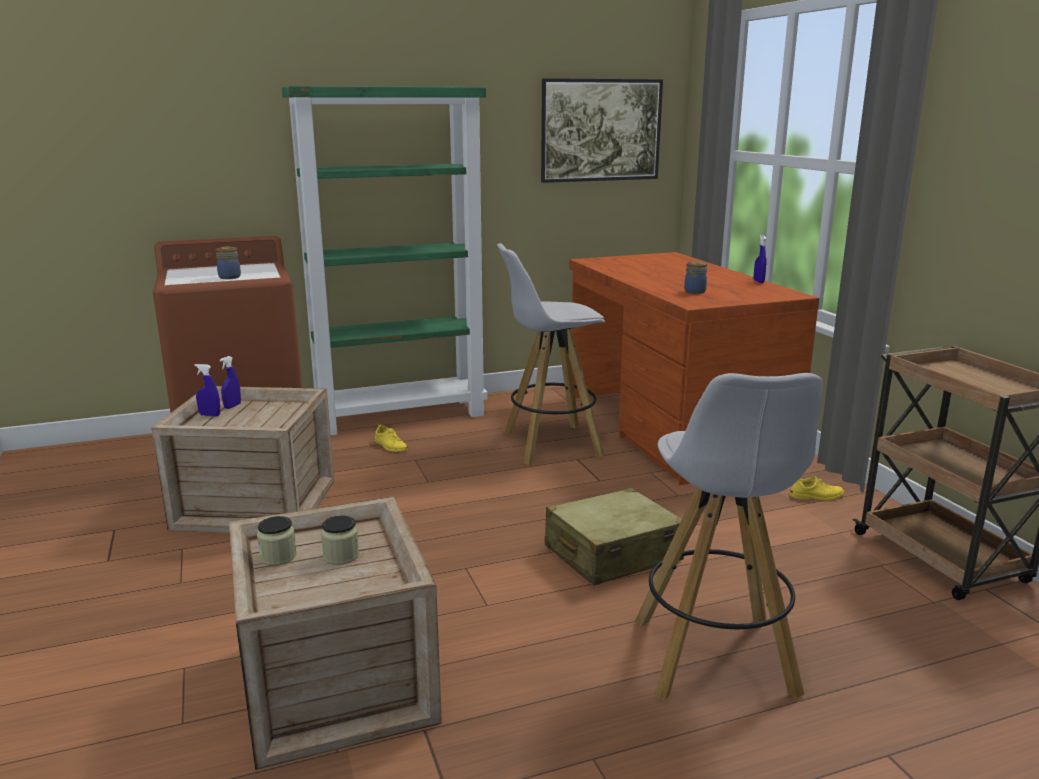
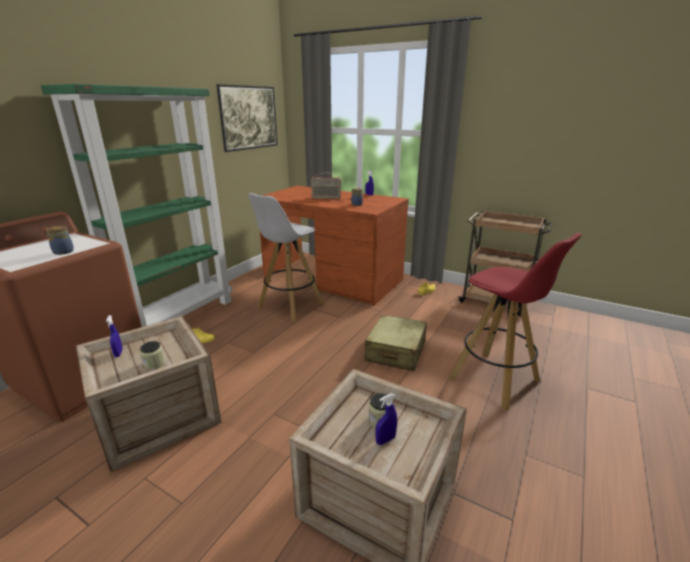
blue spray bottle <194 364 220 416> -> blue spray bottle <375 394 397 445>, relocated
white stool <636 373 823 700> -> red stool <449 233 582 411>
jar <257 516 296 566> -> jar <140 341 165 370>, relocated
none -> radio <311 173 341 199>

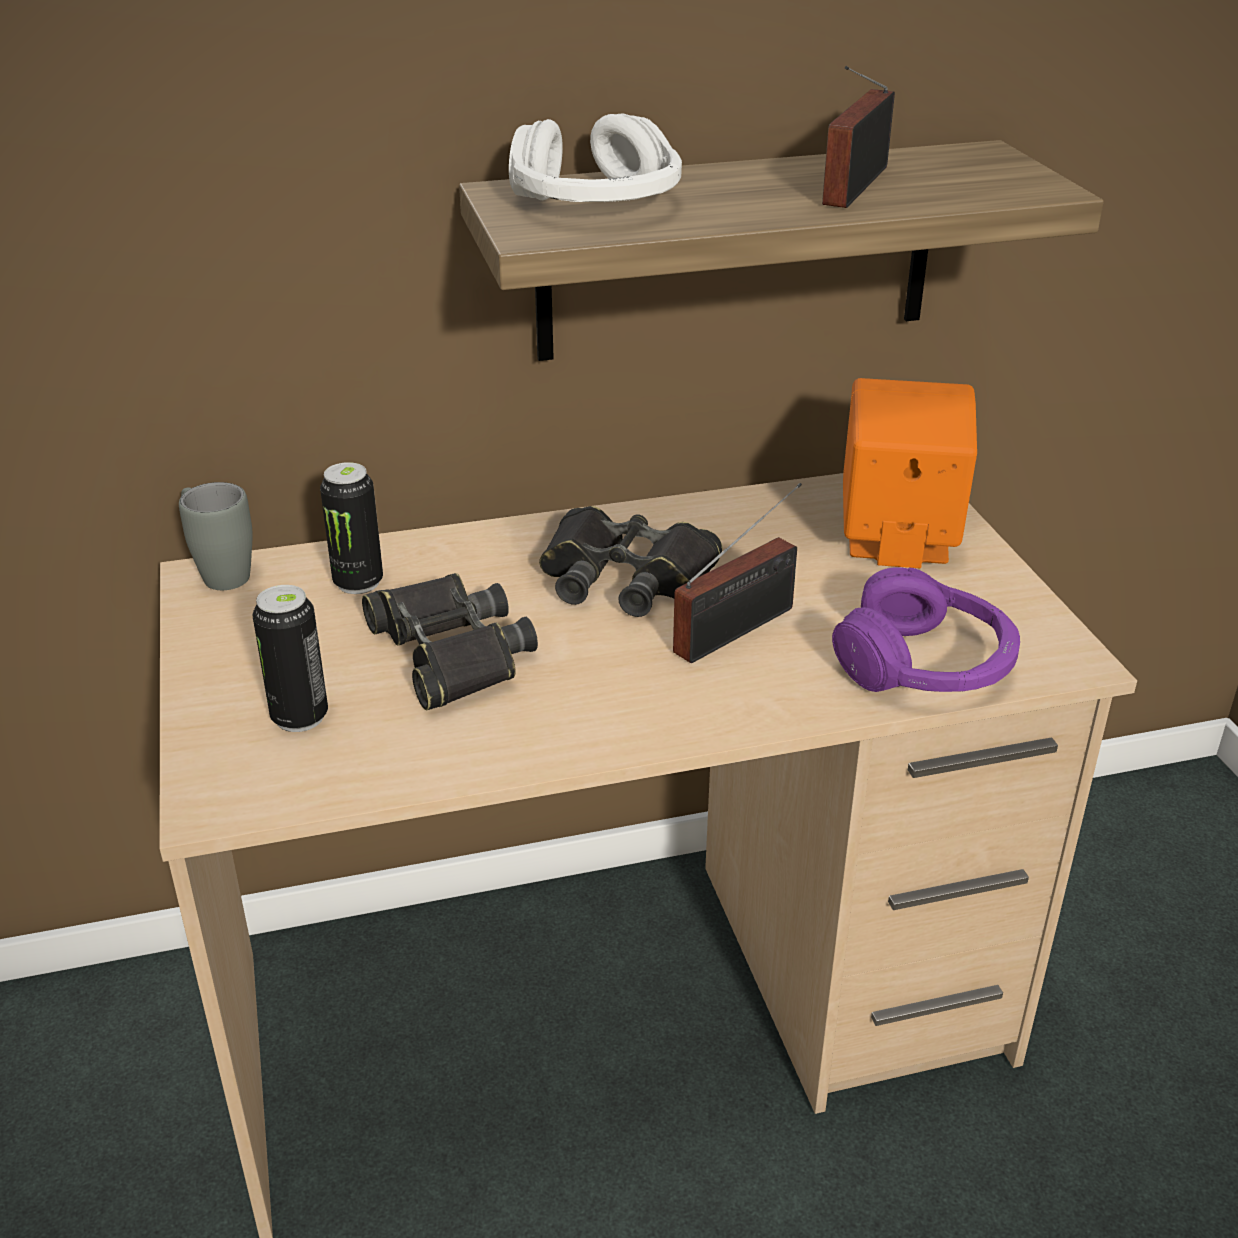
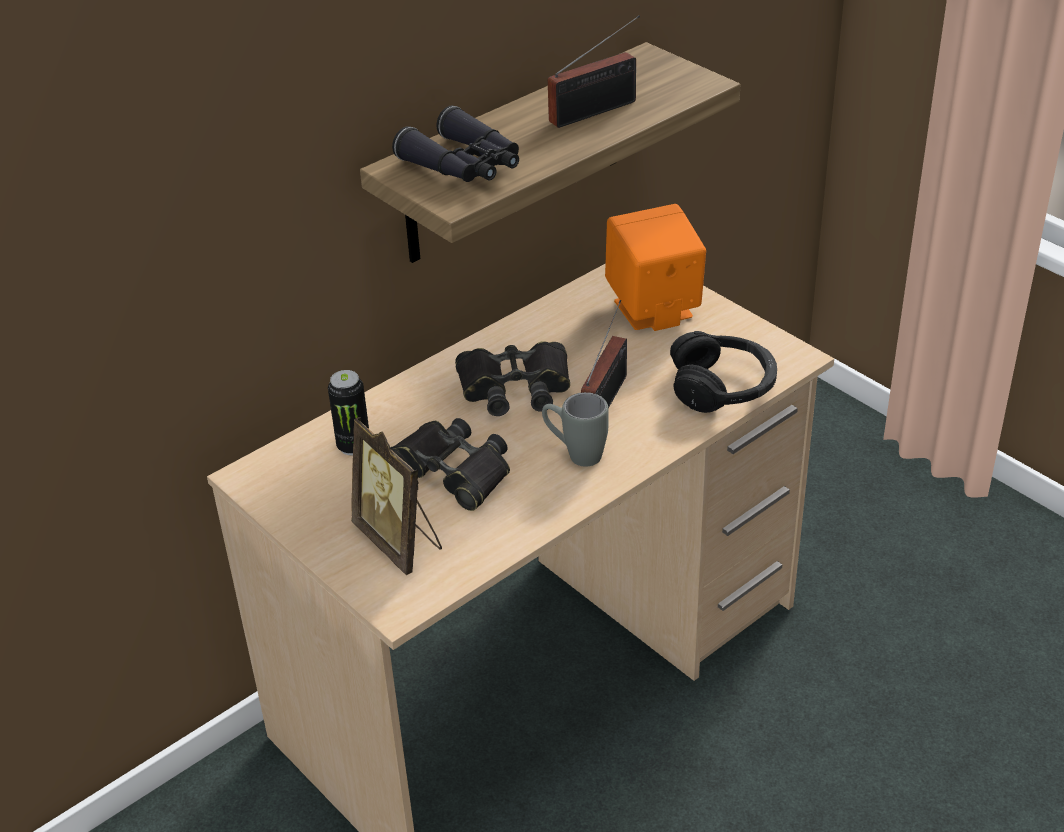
radio <822 66 895 208> -> radio <548 15 640 128>, 120 degrees counterclockwise
white headphones <509 113 682 202> -> black binoculars <392 106 519 182>
grey mug <179 482 253 590> -> grey mug <542 392 609 467>, relocated
purple headphones <832 567 1020 692> -> black headphones <670 331 777 413>
can <252 585 328 732> -> picture frame <351 417 442 575>

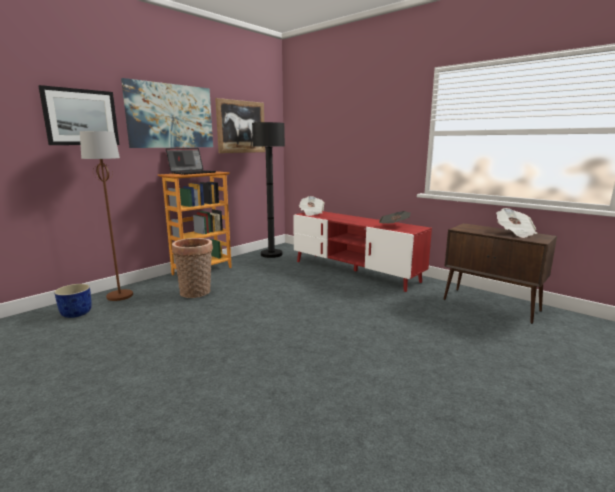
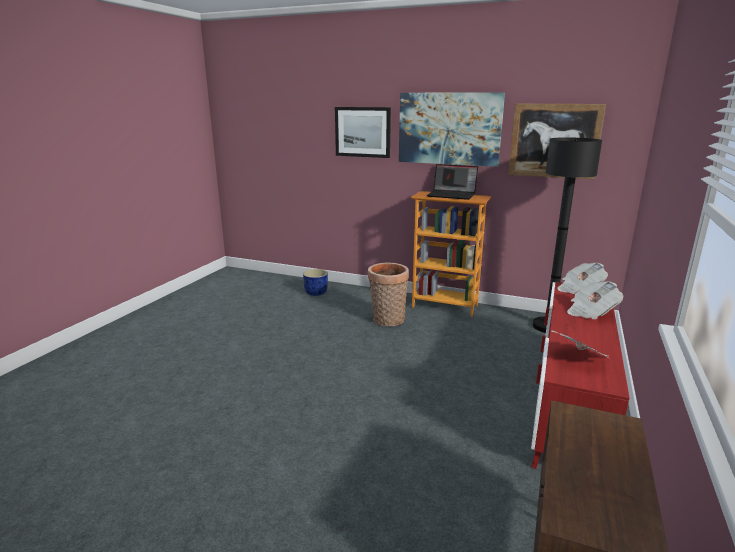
brown floor lamp <80 131 133 301> -> none
newspaper <496 208 537 238> -> newspaper <567 281 623 319>, relocated

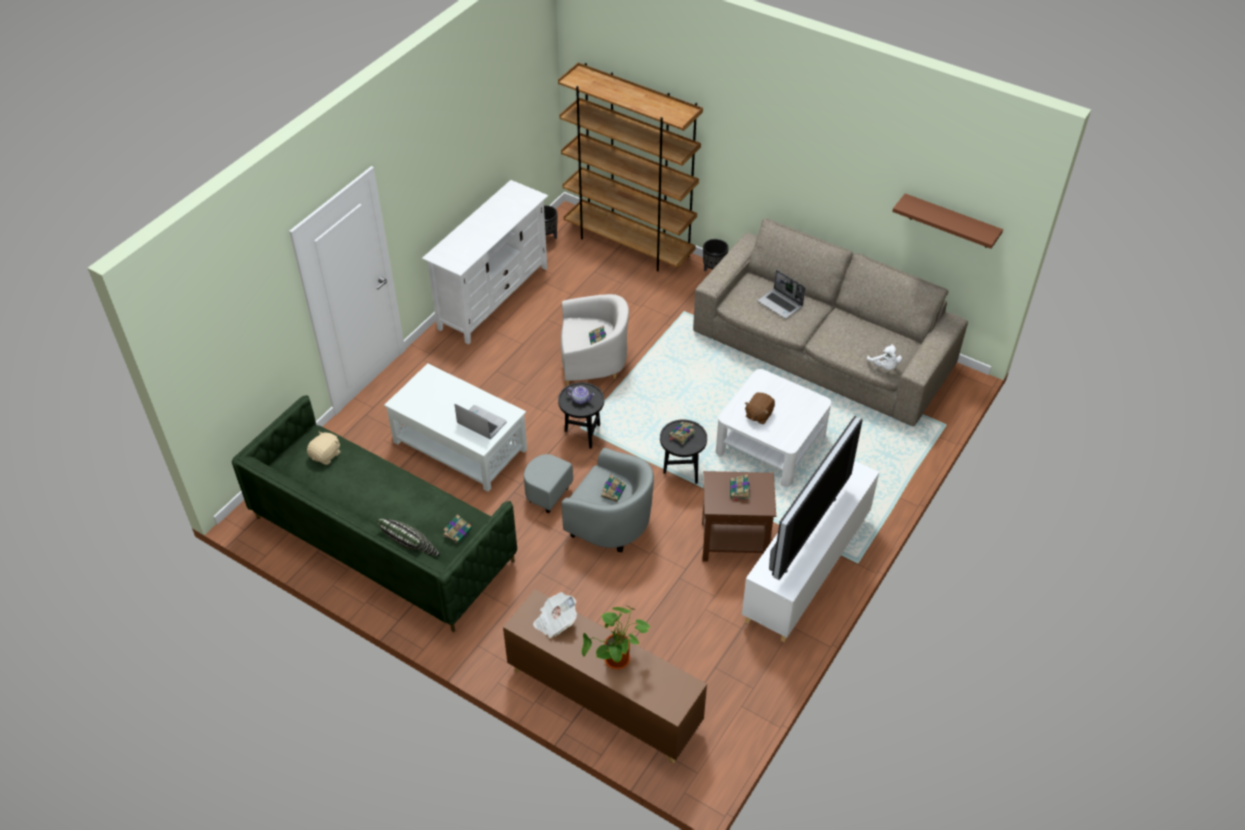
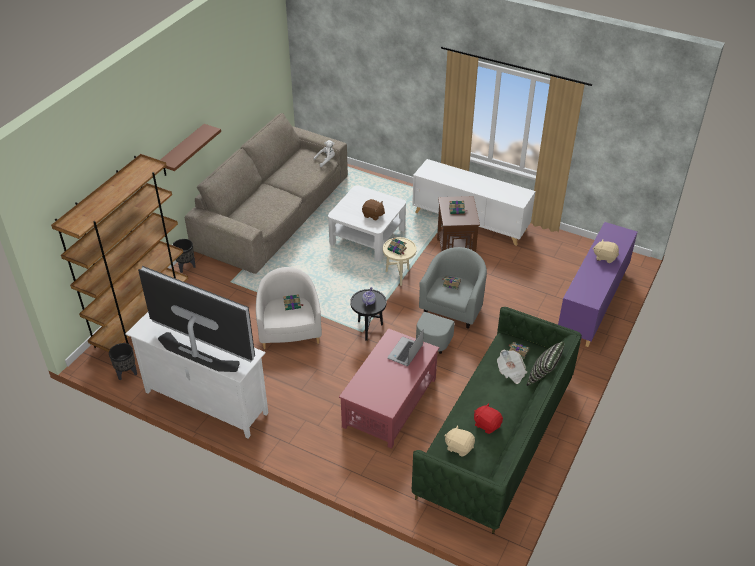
brown shelf <892 193 1003 249> -> brown shelf <160 124 221 176>, relocated
laptop <758 270 805 319> -> none
white coffee table <384 363 527 492> -> red coffee table <339 328 439 449>
television <769 416 863 580> -> television <138 266 255 372>, relocated
black side table <660 419 707 484> -> beige side table <383 237 417 286>
brown cabinet <503 589 707 764> -> purple cabinet <558 222 637 347>
newspaper <533 592 577 638> -> newspaper <497 350 527 384>, relocated
potted plant <582 606 652 670> -> beige plush toy <593 239 619 263>
none -> red plush toy <474 403 503 434>

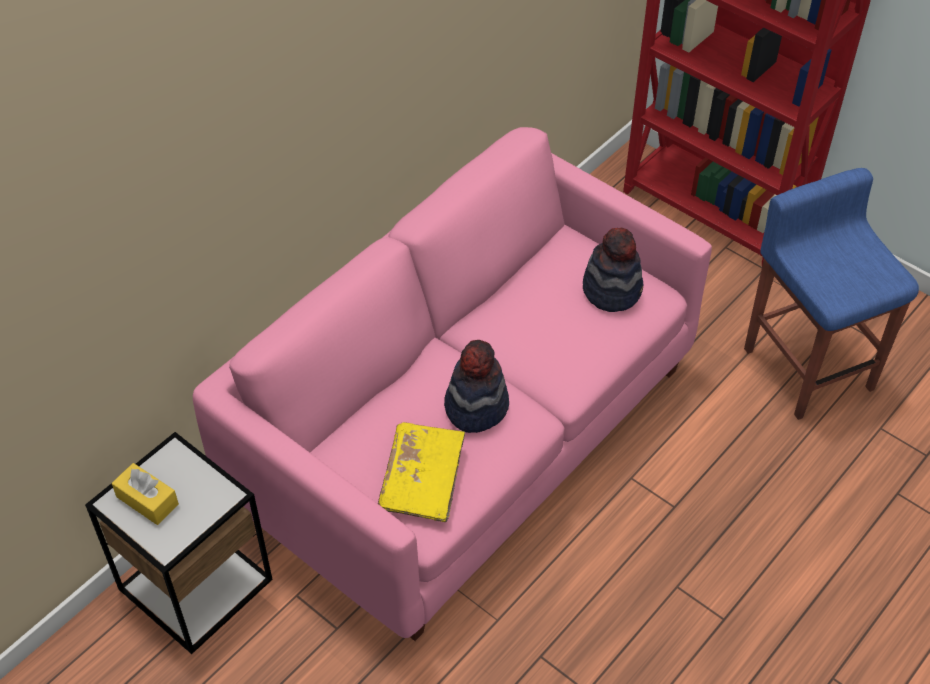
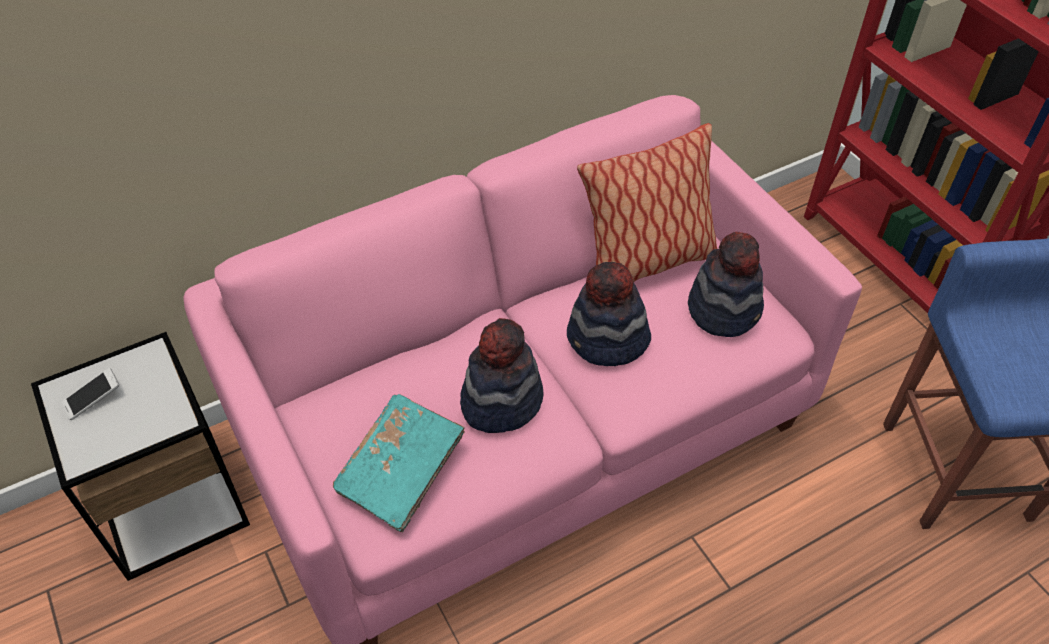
yellow book <378 422 465 522> -> turquoise book <333 394 465 532>
yellow tissue box <112 463 179 525> -> phone <61 368 120 420>
none -> pillow <577 123 717 282>
none -> hat <567 262 651 366>

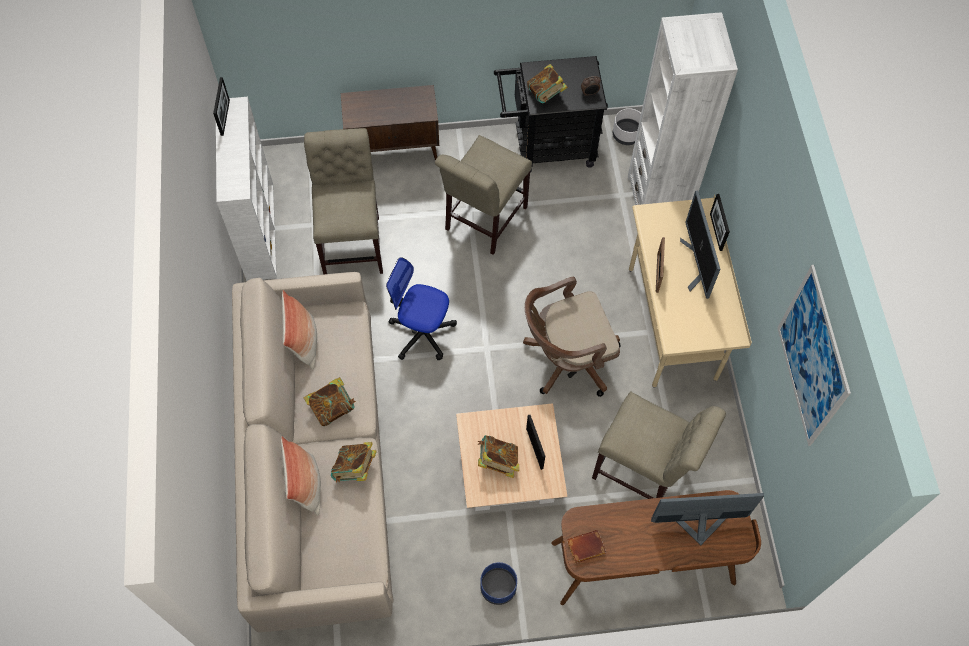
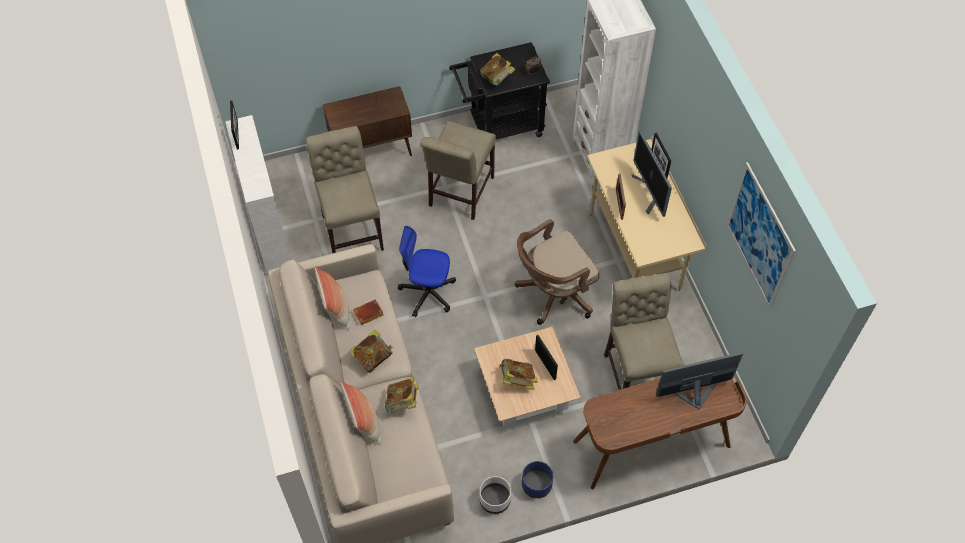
white planter <613 108 641 145> -> white planter <480 476 511 514>, relocated
beige chair <592 391 726 499> -> beige chair <604 273 684 390>, 120 degrees counterclockwise
brown book <567 530 606 563> -> brown book <353 299 384 325>, relocated

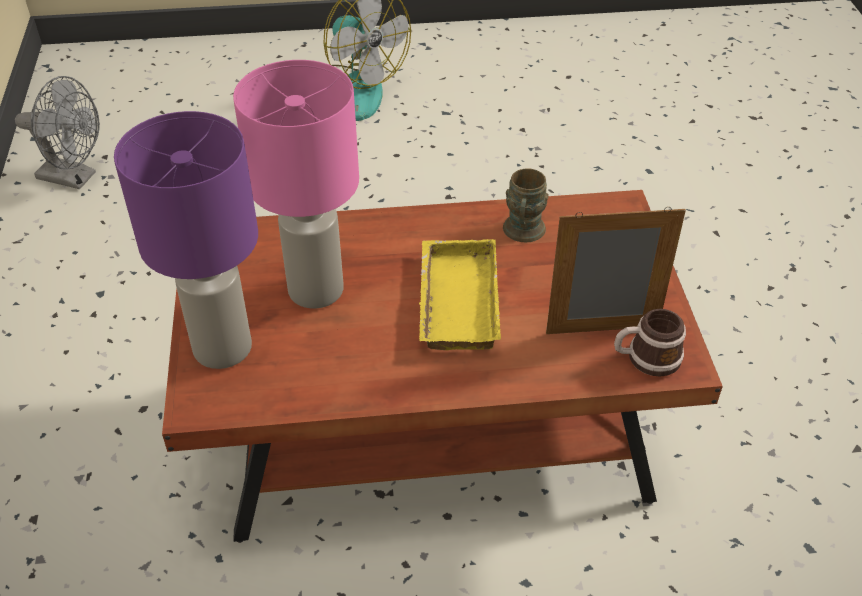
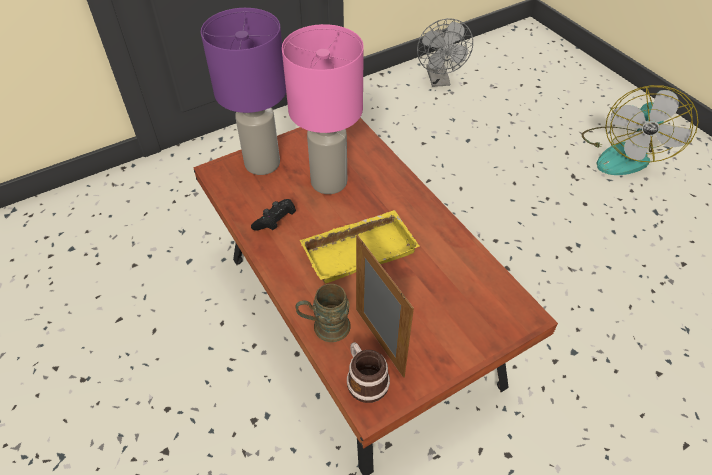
brown mug <503 169 549 242> -> brown mug <295 284 351 342>, relocated
none -> black game controller <251 199 296 231>

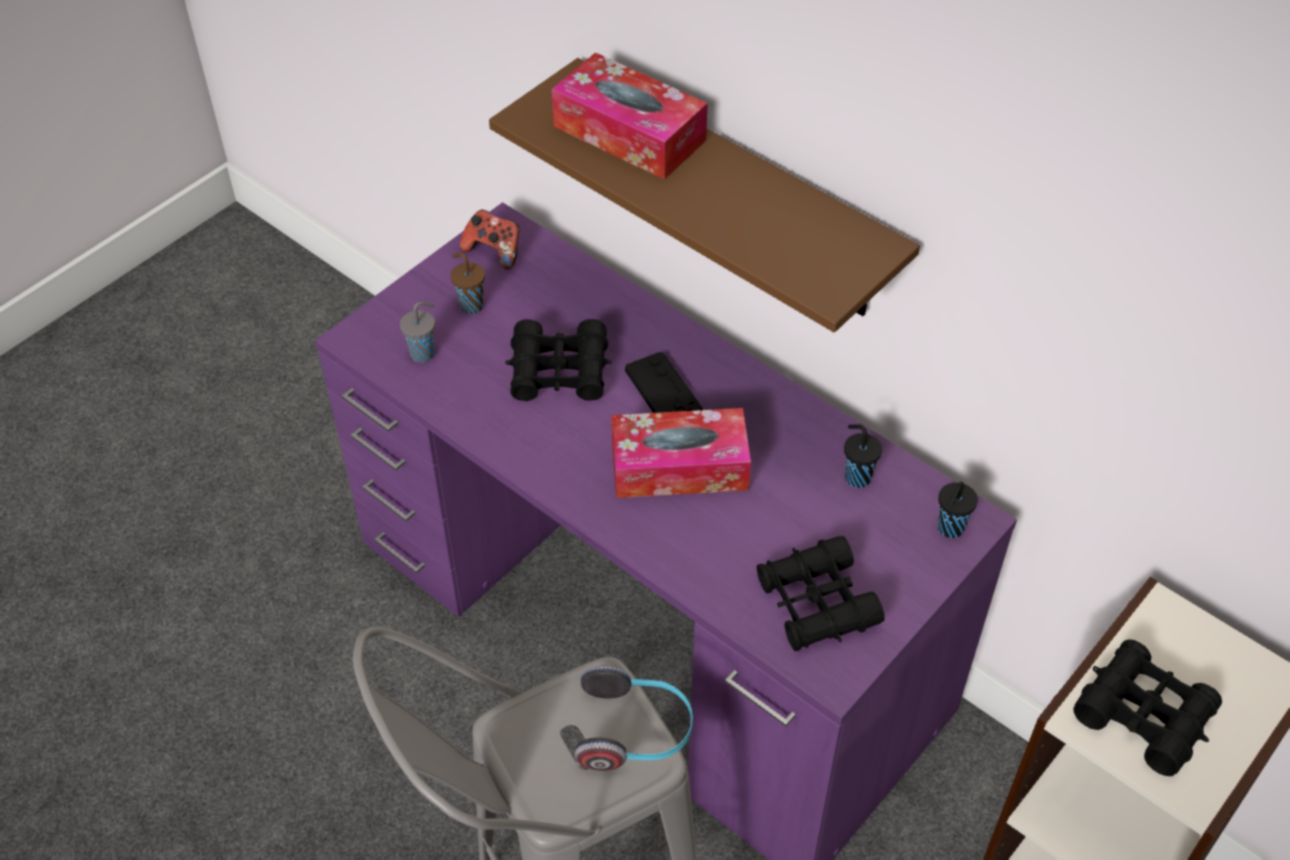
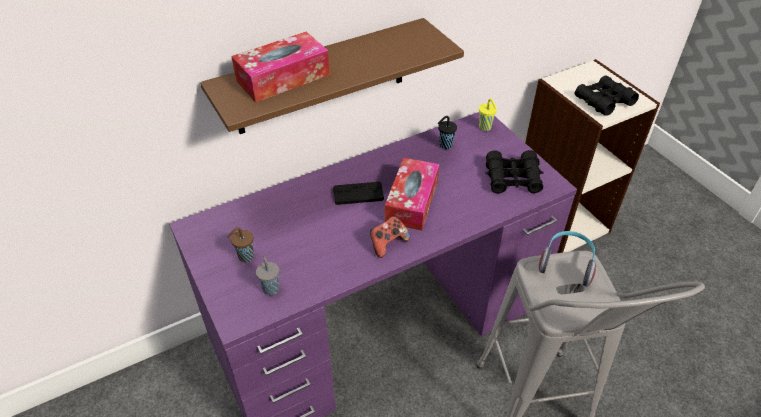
game controller <460 209 520 269> -> game controller <370 216 410 258>, relocated
black binoculars <505 319 611 401> -> none
black cup <938 482 978 538> -> yellow cup <479 98 497 131>

